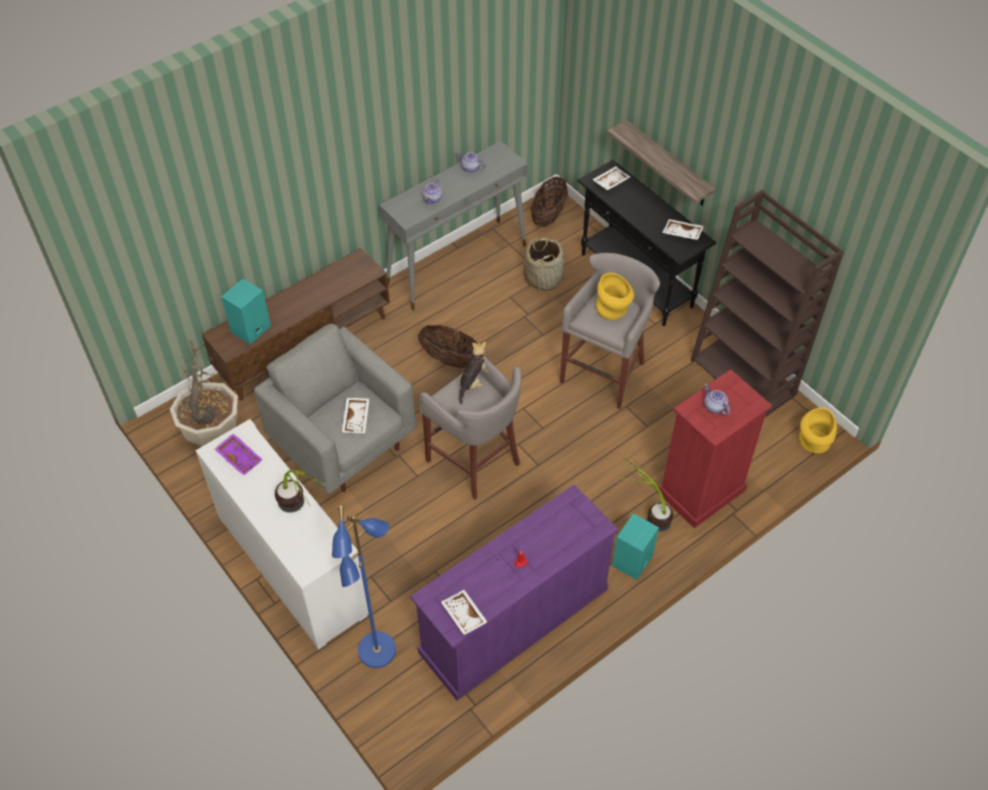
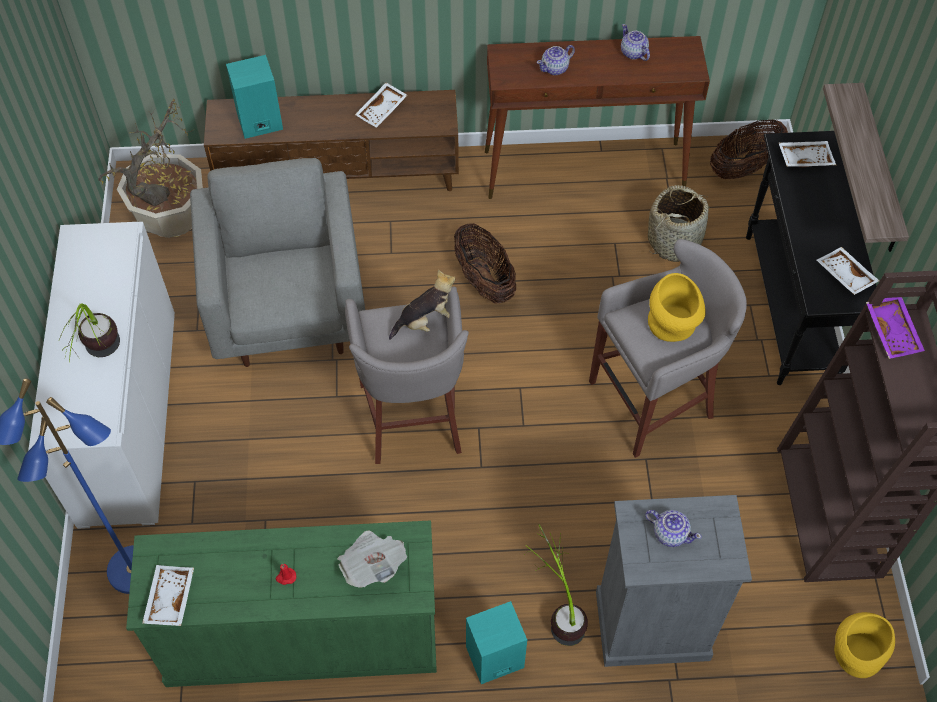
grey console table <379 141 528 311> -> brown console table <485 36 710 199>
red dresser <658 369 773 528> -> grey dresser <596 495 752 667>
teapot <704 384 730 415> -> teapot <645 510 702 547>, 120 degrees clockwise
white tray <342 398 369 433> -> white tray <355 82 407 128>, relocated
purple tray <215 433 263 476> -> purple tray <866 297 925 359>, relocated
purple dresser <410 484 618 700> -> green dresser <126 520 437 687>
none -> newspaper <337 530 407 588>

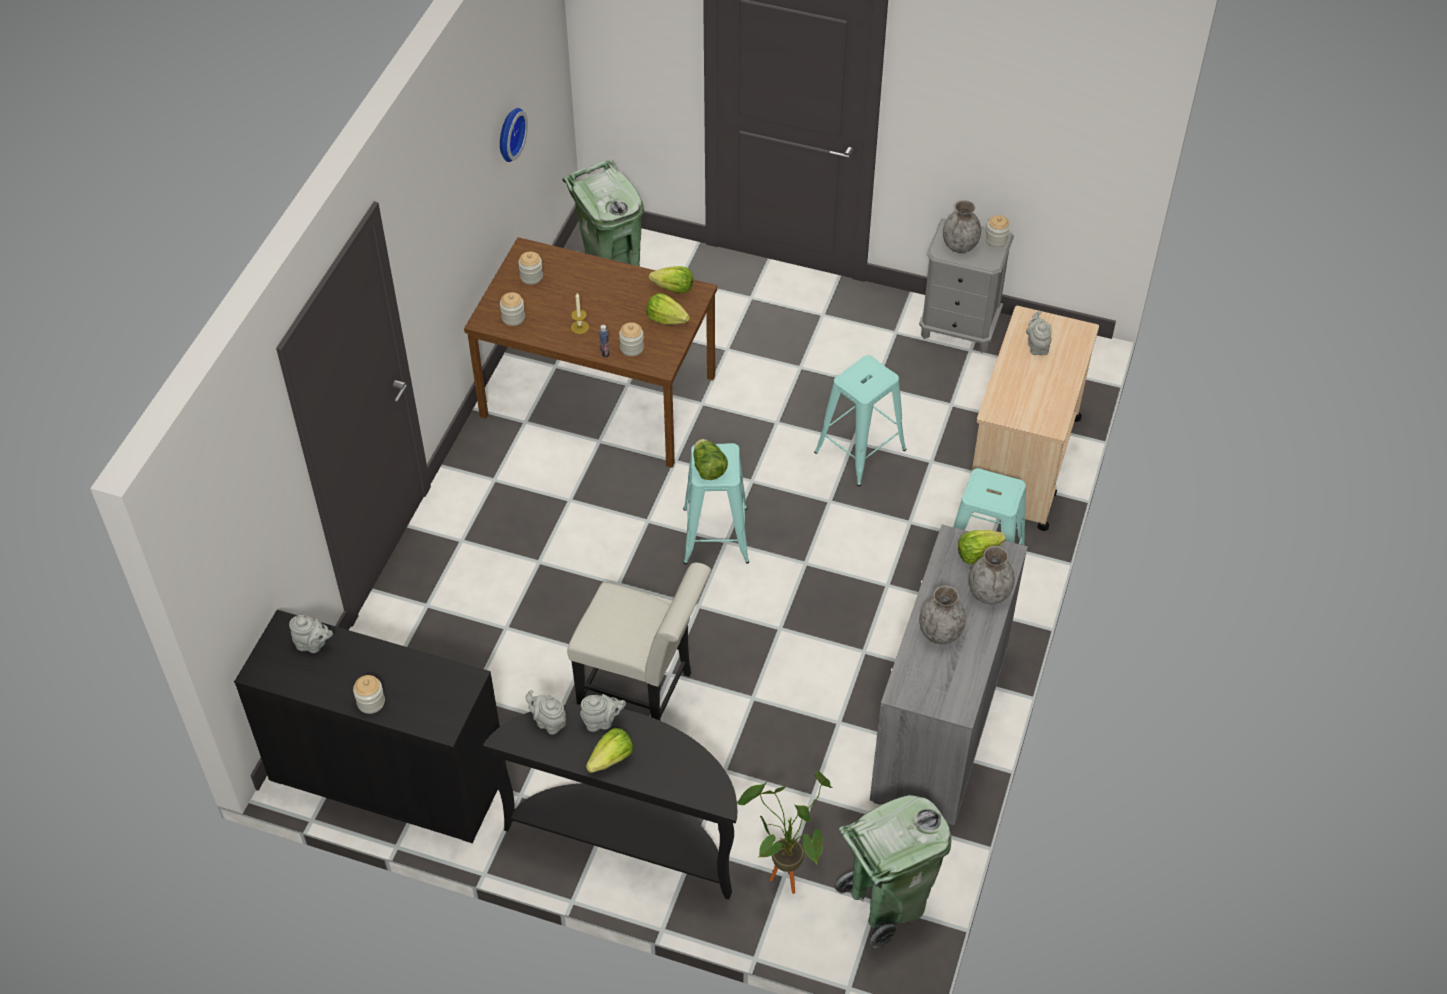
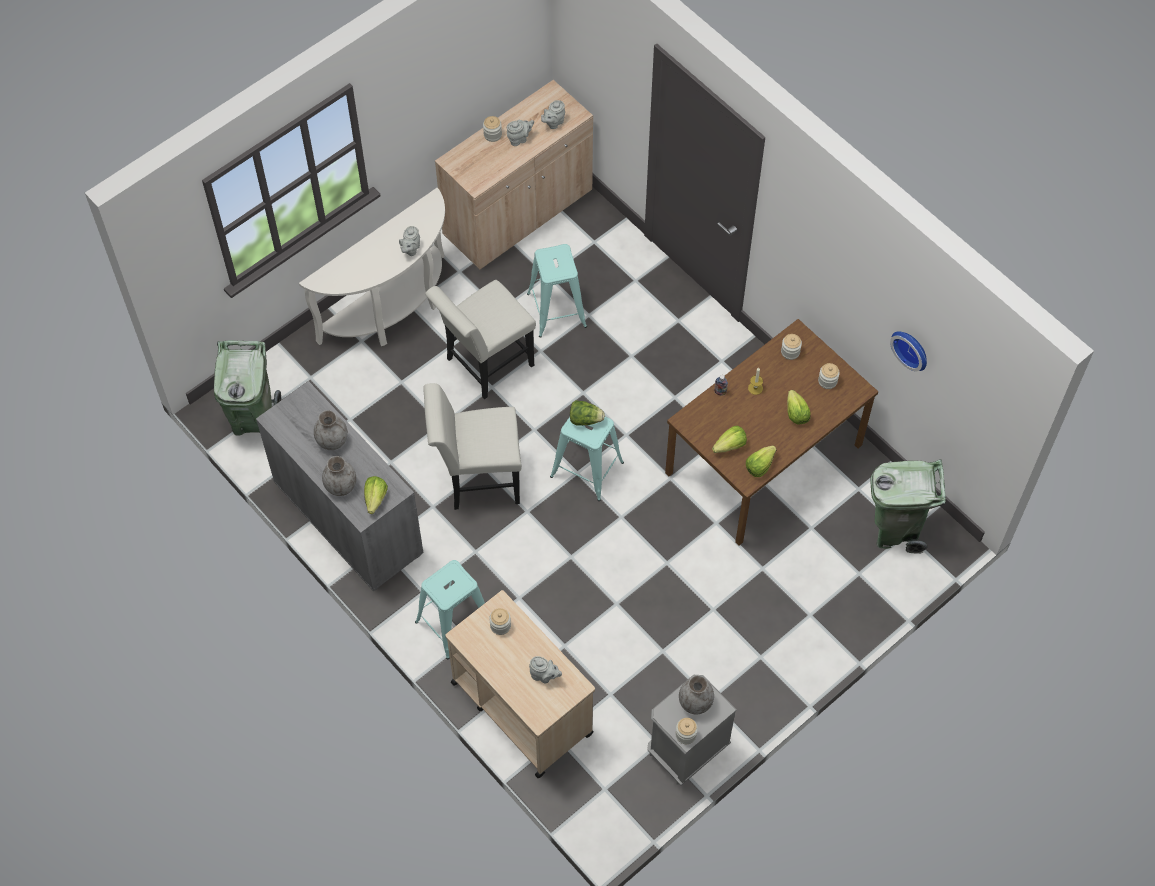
jar <619 322 644 356> -> jar <489 608 511 635>, relocated
turquoise stool <814 355 907 486> -> turquoise stool <527 244 587 338>, relocated
black cabinet <234 610 500 843> -> beige cabinet <435 80 593 269>
grey teapot <526 690 566 735> -> grey teapot <507 120 534 146>, relocated
black console table <483 704 737 899> -> white console table <299 188 445 346>
lettuce <586 728 633 773> -> lettuce <787 390 811 425>, relocated
potted plant <737 771 833 894> -> none
none -> white chair <423 383 522 510>

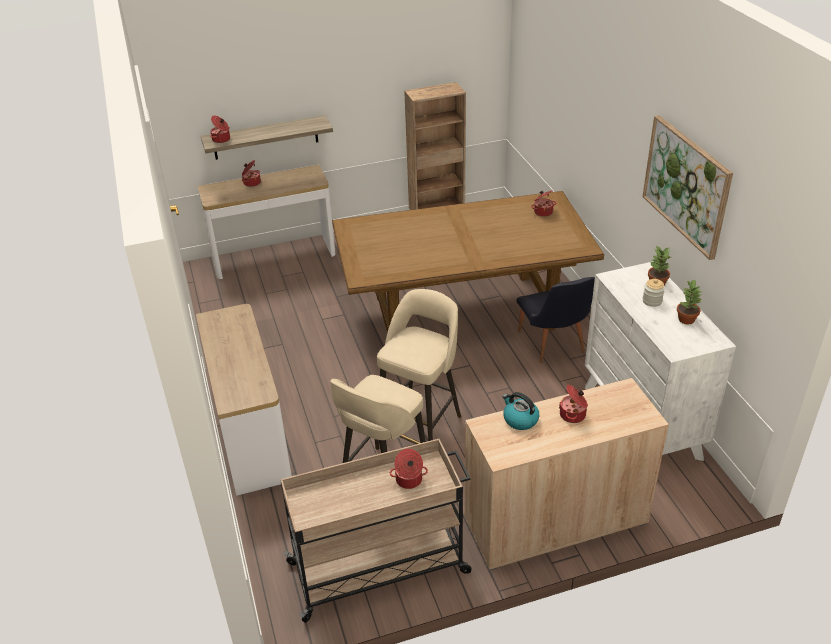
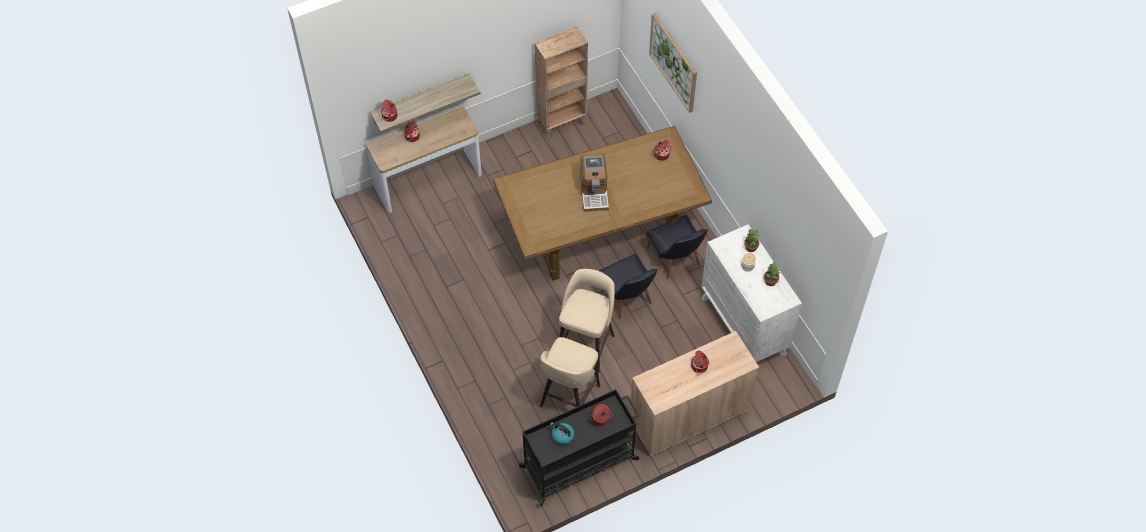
picture <642 115 733 260> -> picture <649 13 697 113>, relocated
console table <196 304 292 496> -> none
kettle <502 392 539 430> -> kettle <550 422 575 445>, relocated
beige cart <280 439 472 623> -> black cart <517 389 639 506>
none -> coffee machine <580 154 609 212>
none -> black chair <599 253 658 319>

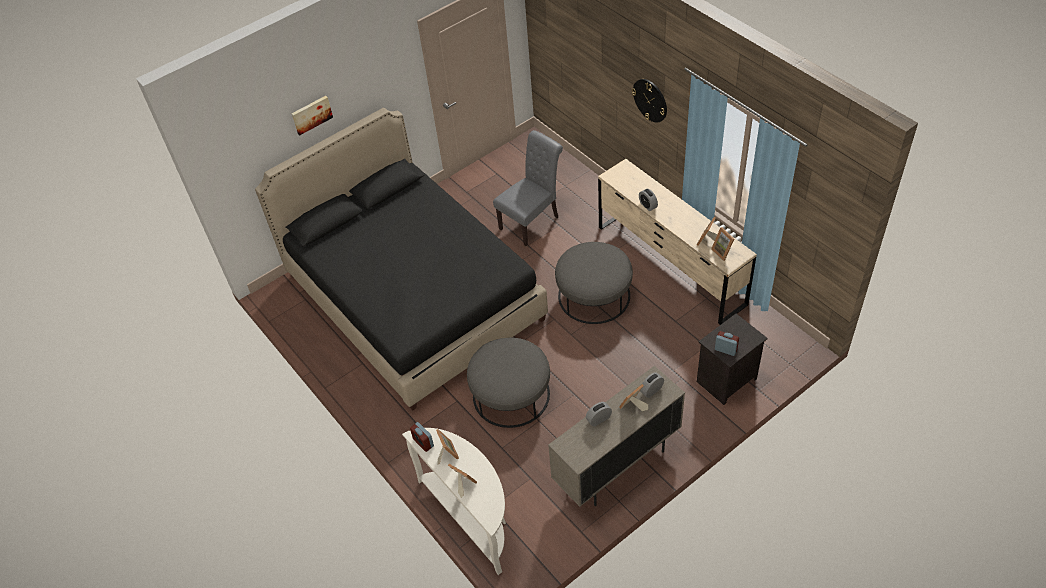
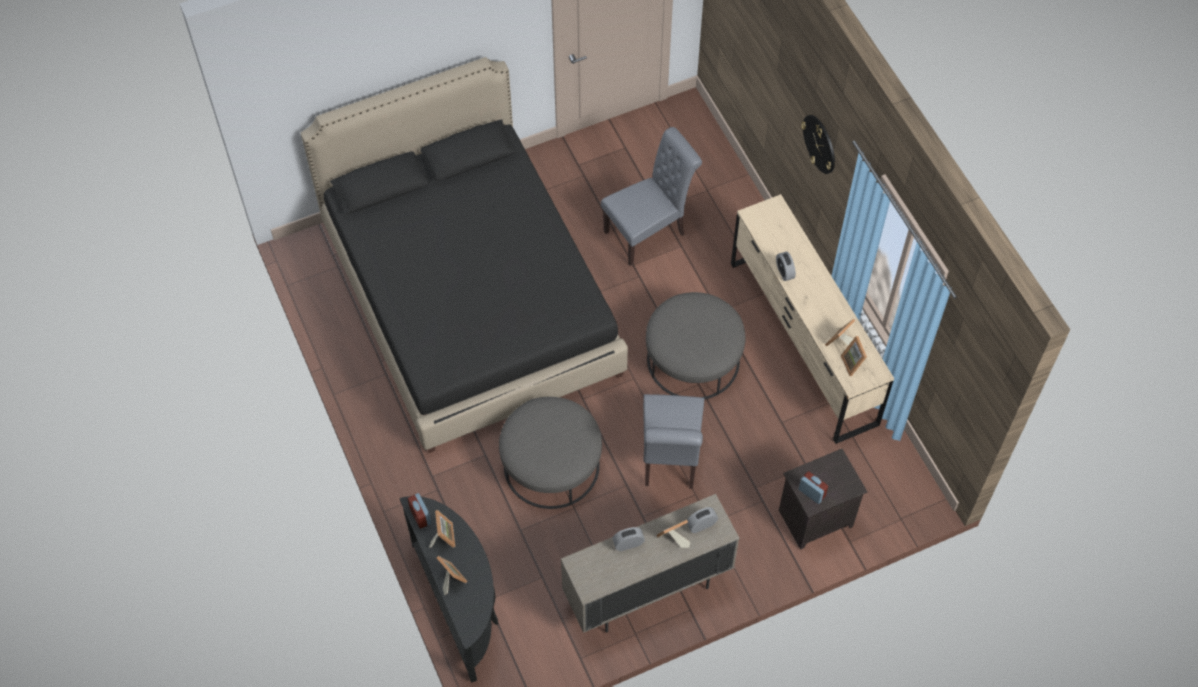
picture <292 96 333 135> -> none
white console table <402 428 506 575> -> black console table <400 496 498 683>
none -> grey chair <643 394 704 489>

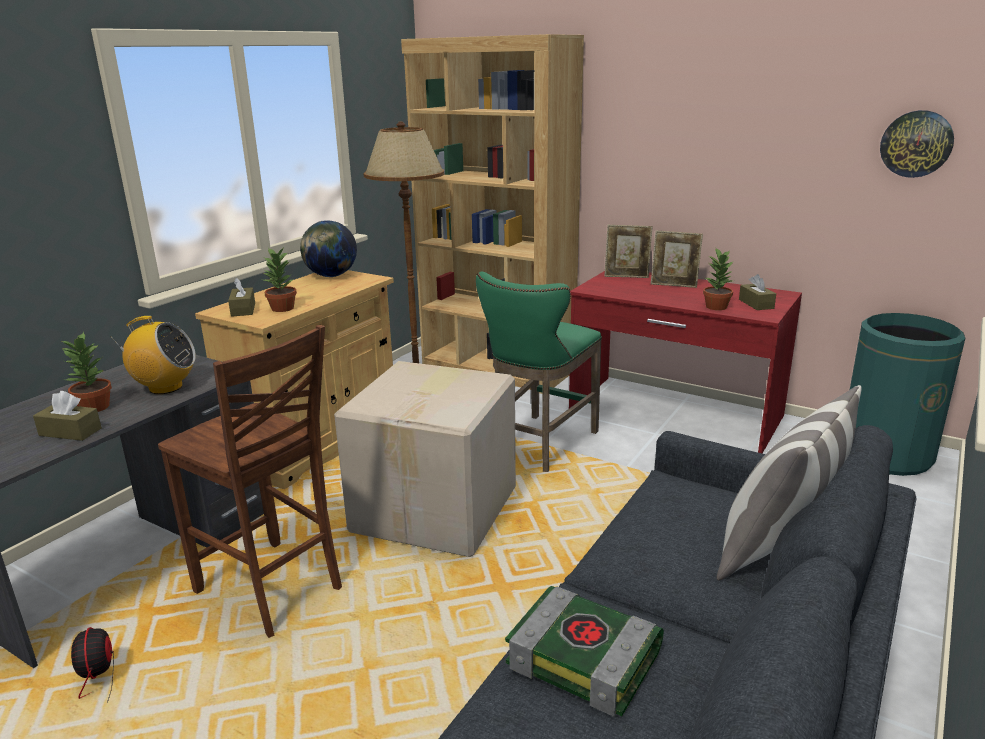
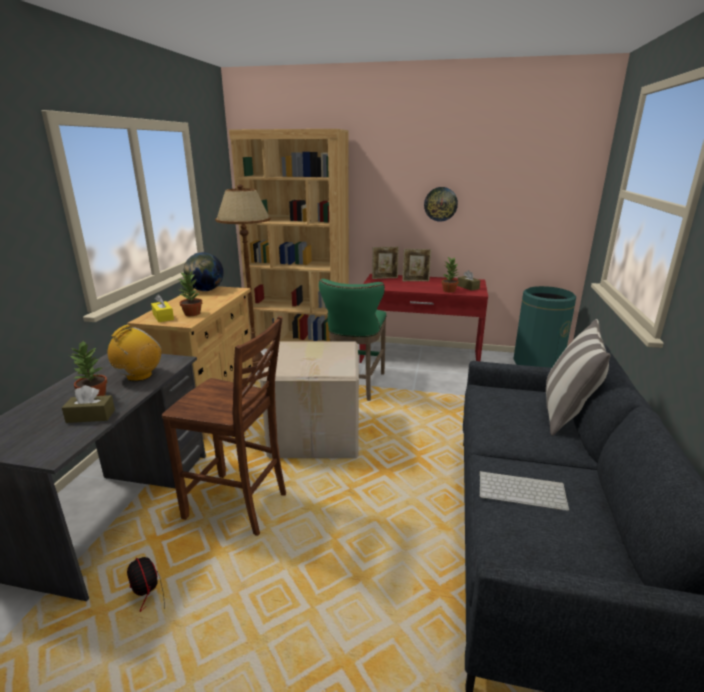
wall clock <880 110 954 178> -> wall clock <424 187 458 221>, relocated
brown tissue box <228 278 255 317> -> yellow tissue box <151 294 174 322>
radio <110 316 196 394> -> radio <108 325 162 381>, 45 degrees counterclockwise
book <505 586 664 717> -> keyboard <479 471 569 511>

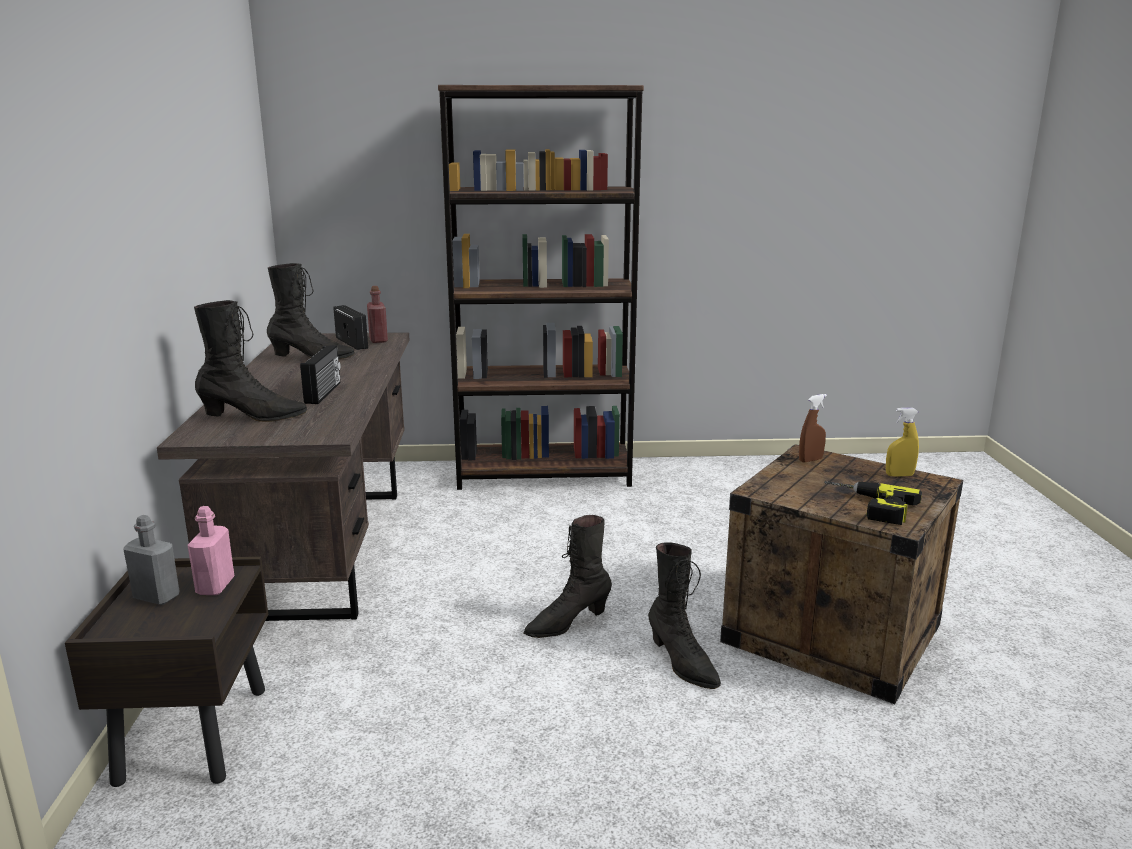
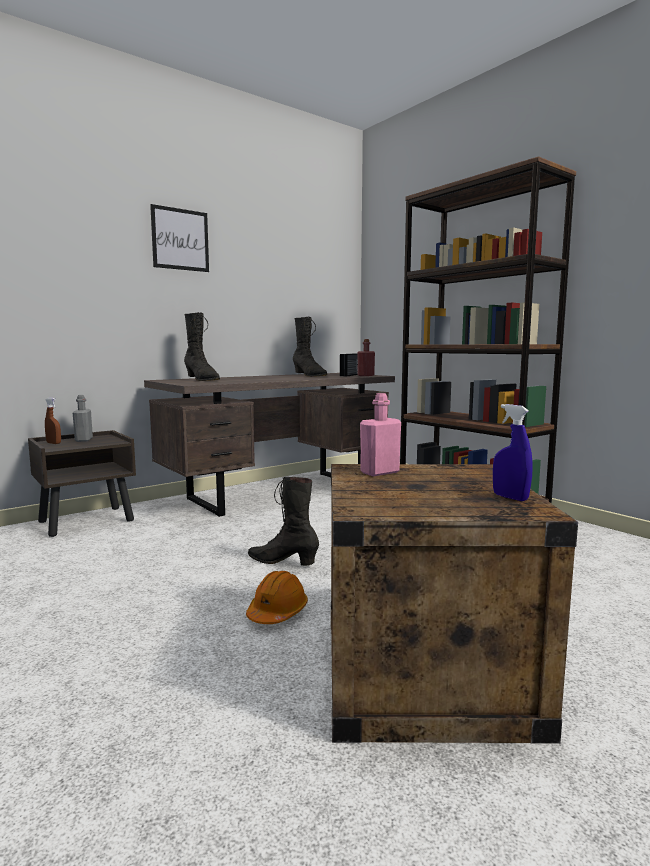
radio <300 345 341 404> -> none
brown spray bottle <799 394 827 463> -> brown spray bottle <45 398 61 444>, relocated
yellow spray bottle <886 408 919 477> -> blue spray bottle <493 404 532 501>
power drill <824 481 922 525> -> none
pink bottle <188 506 234 595> -> pink bottle <360 393 401 476>, relocated
black boot <648 542 721 689> -> orange hard hat <246 571 308 624>
none -> picture <150 204 209 272>

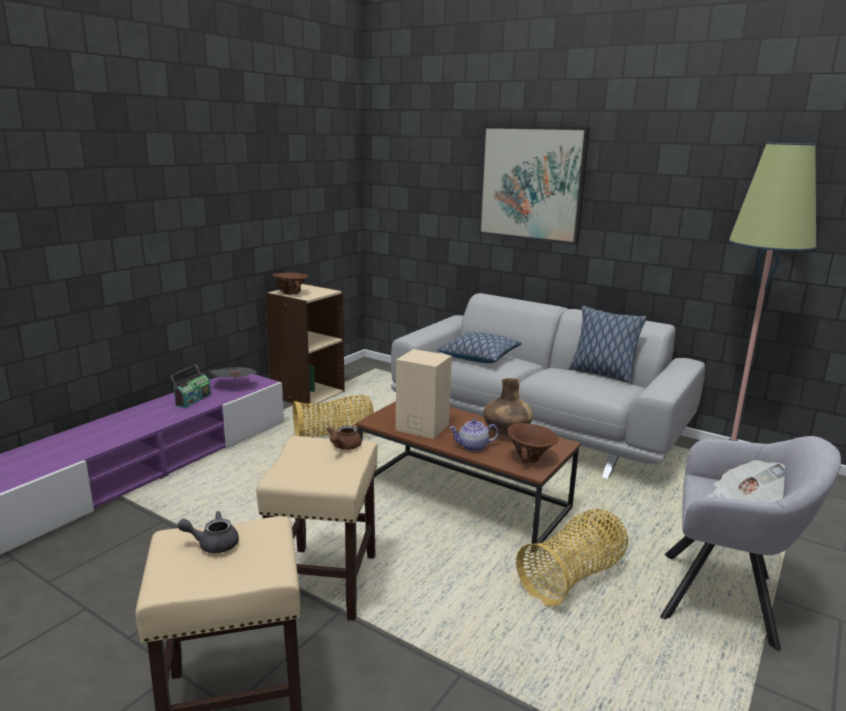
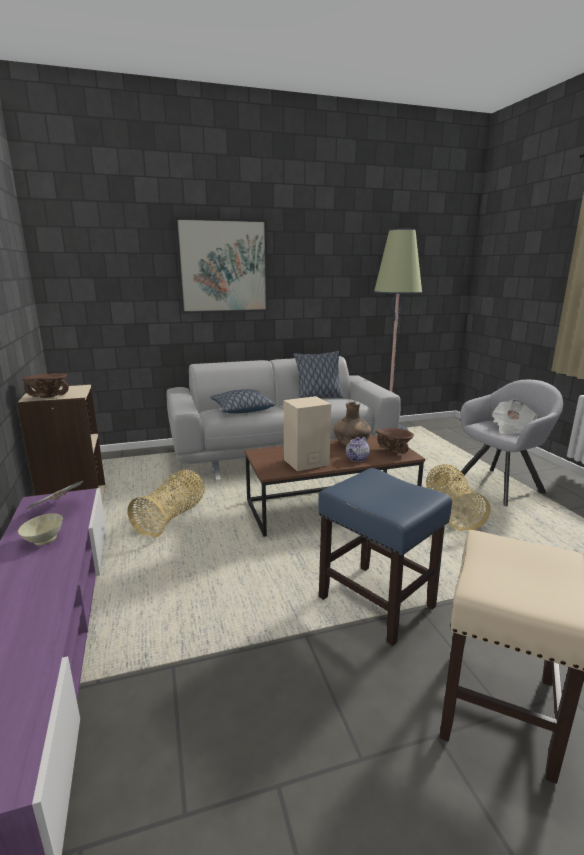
radio <170 364 211 408> -> beige bowl <18 514 63 545>
brown teapot <327 426 362 450> -> none
beige stool <256 436 378 621> -> blue stool <318 468 452 646>
grey teapot <177 511 239 553> -> none

